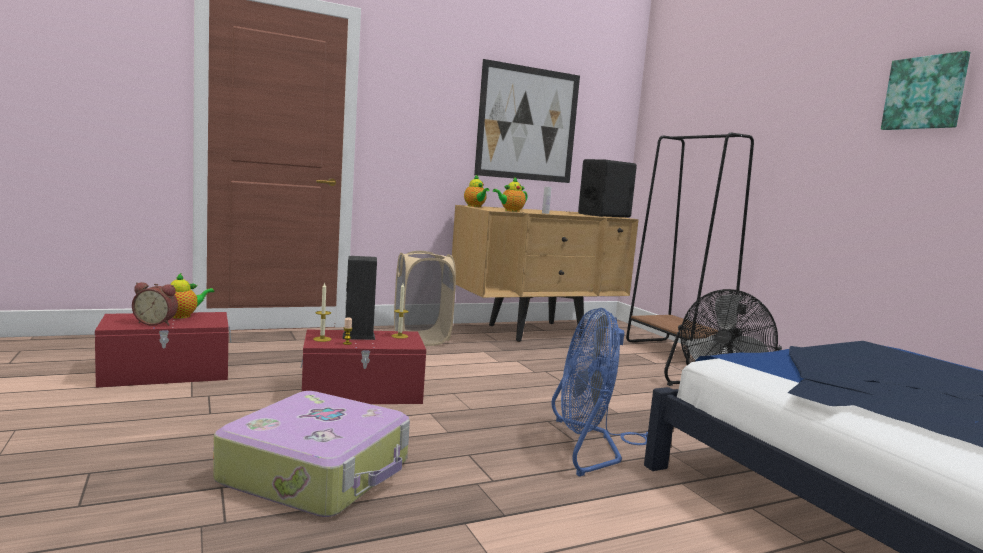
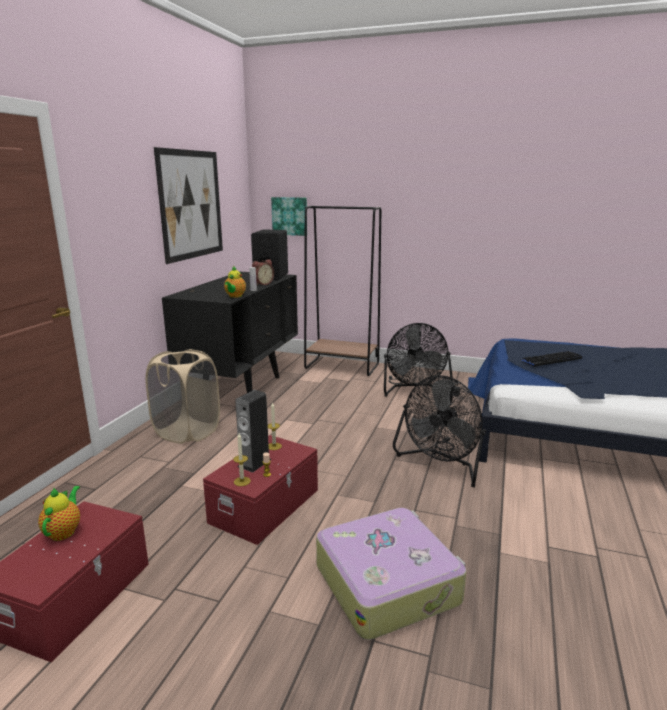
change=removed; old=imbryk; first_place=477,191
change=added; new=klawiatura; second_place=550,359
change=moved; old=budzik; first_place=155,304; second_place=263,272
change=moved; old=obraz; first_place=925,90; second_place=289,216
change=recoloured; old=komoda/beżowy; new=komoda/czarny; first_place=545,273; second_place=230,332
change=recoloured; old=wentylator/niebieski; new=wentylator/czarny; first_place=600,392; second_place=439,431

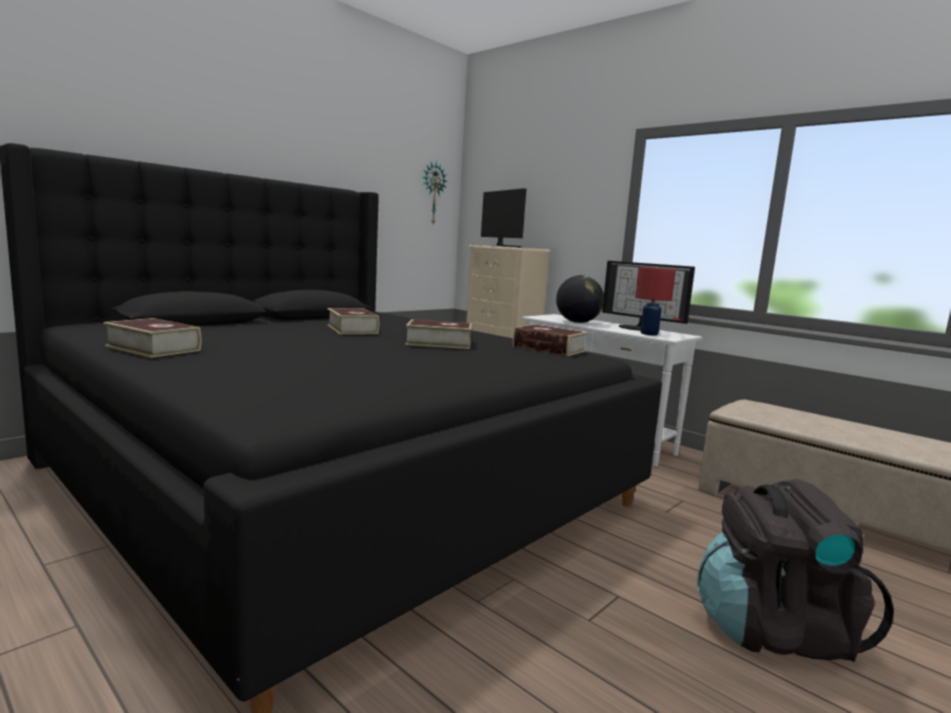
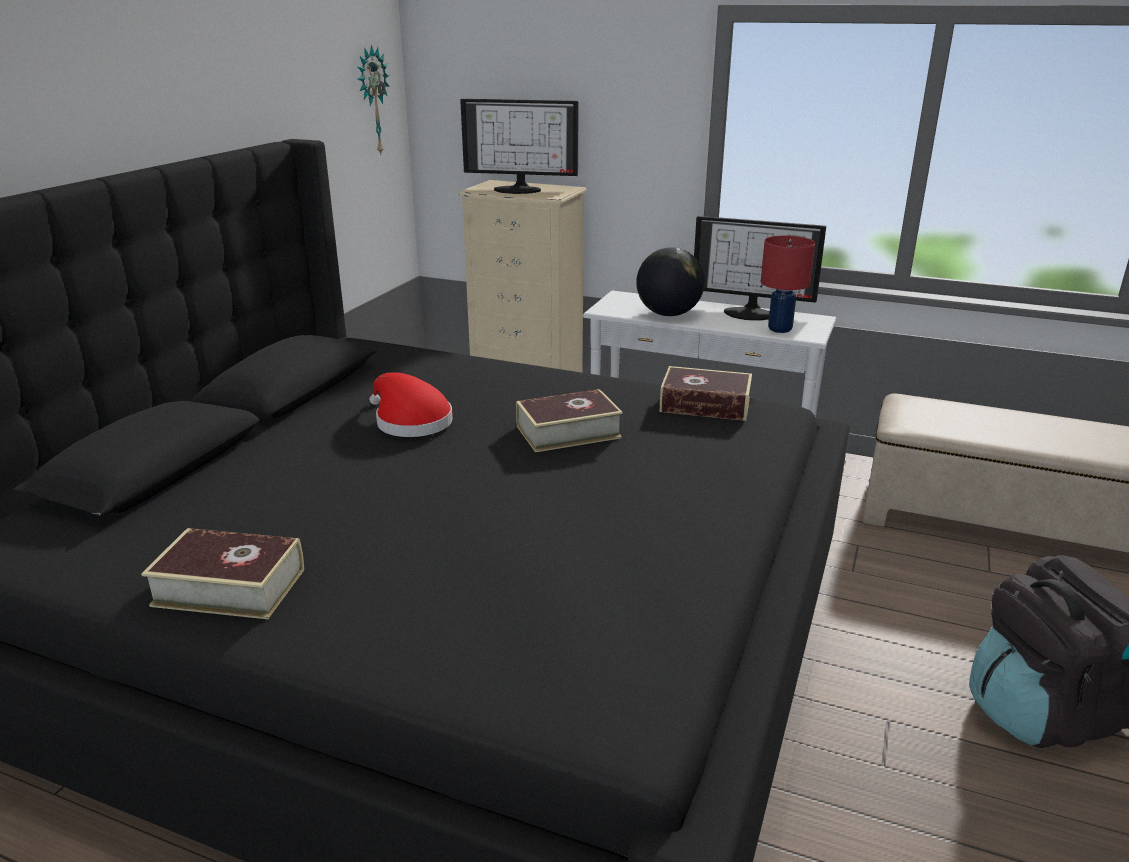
change=replaced; old=książka; new=kapelusz/czerwony; first_place=353,321; second_place=411,404
change=turned; old=monitor; first_place=503,217; second_place=519,146; degrees=150

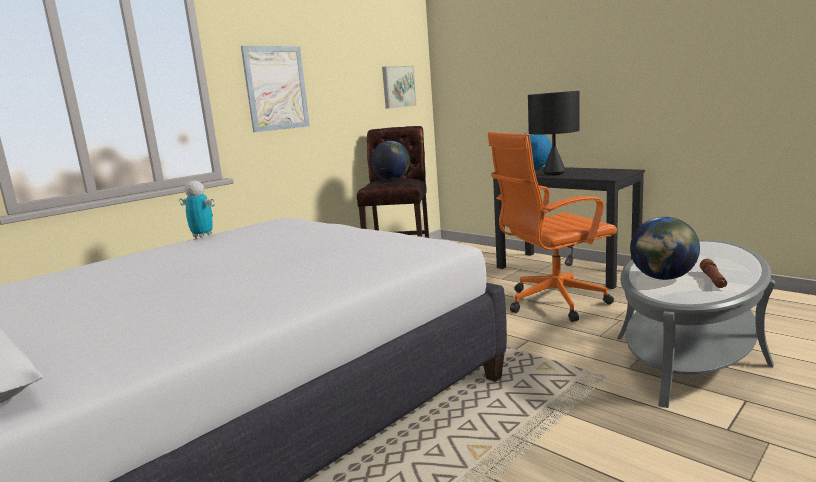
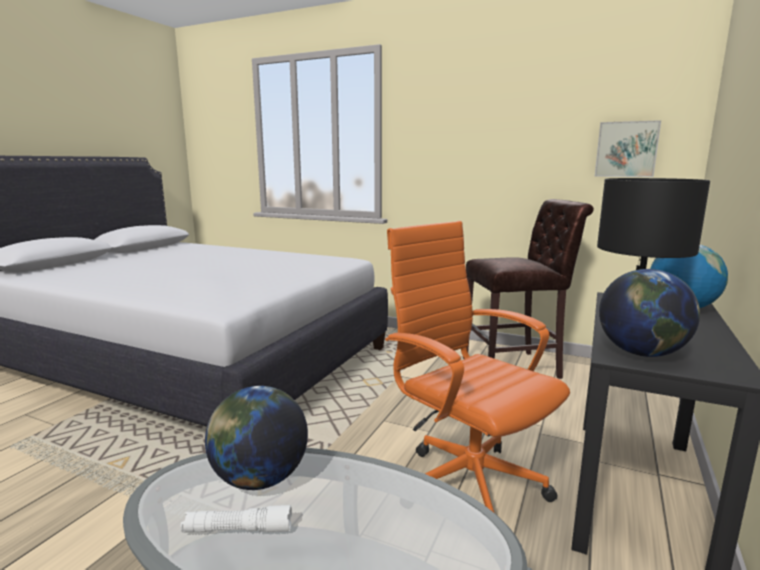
change=removed; old=robot zabawkowy; first_place=196,209
change=removed; old=obraz; first_place=275,89
change=moved; old=globus; first_place=390,160; second_place=649,313
change=recoloured; old=latarka/brązowy; new=latarka/biały; first_place=713,273; second_place=236,518

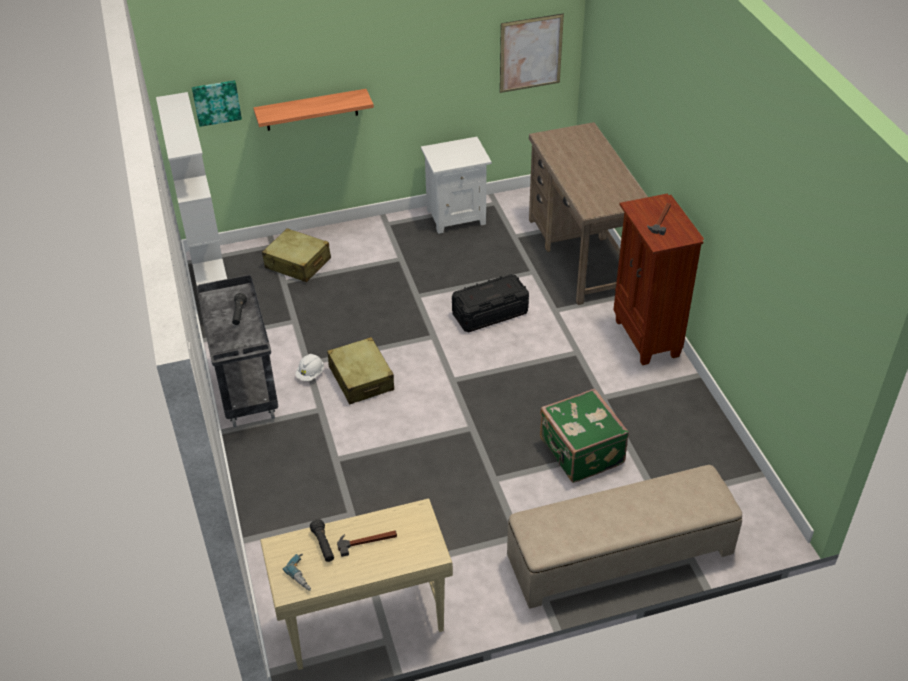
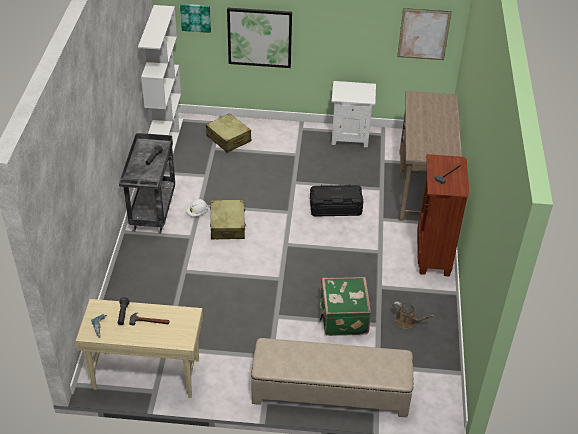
change=added; new=konewka/brązowy; second_place=413,315
change=replaced; old=półka; new=obraz; first_place=313,110; second_place=259,38

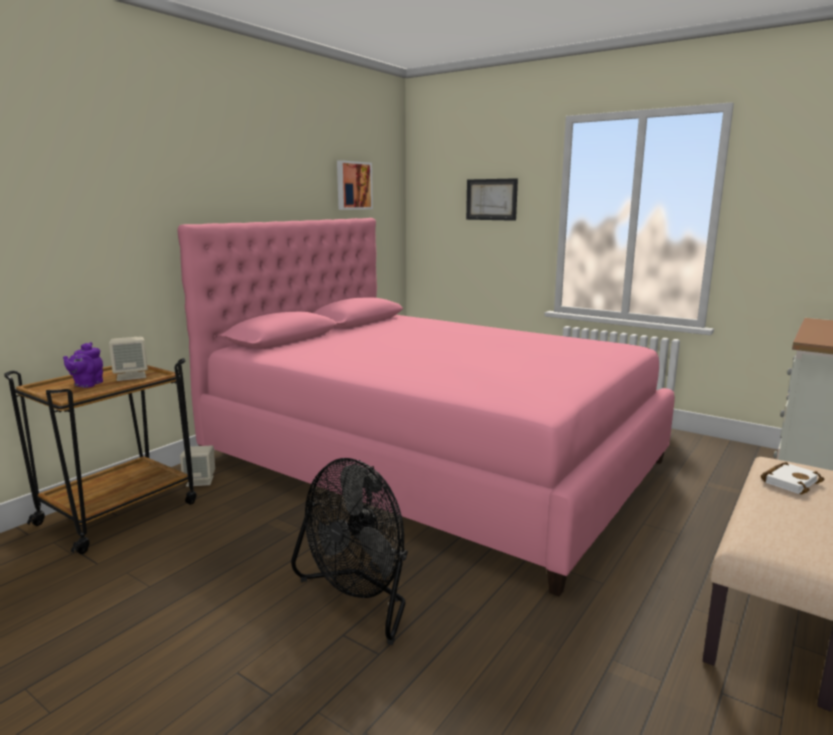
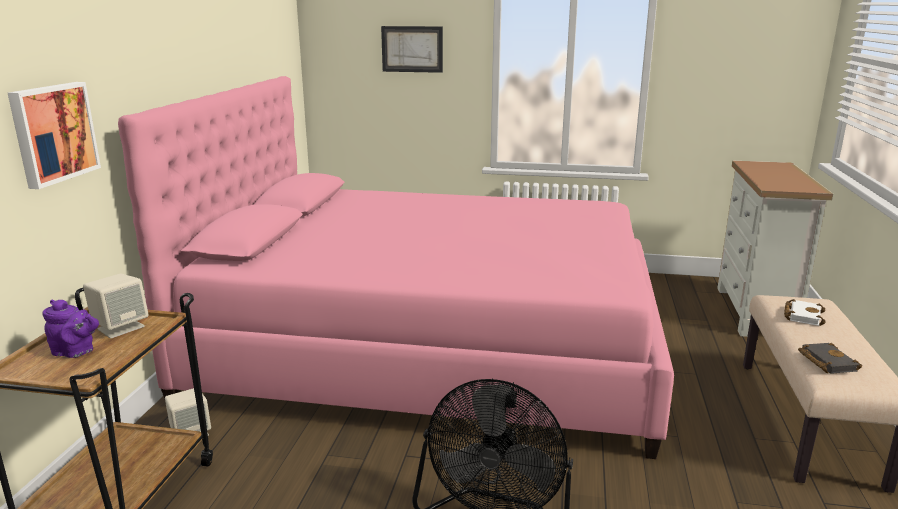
change=added; new=książka/czarny; second_place=830,358
change=moved; old=obraz; first_place=355,185; second_place=54,135
change=turned; old=imbryk/fioletowy; first_place=83,365; second_place=71,328; degrees=-60

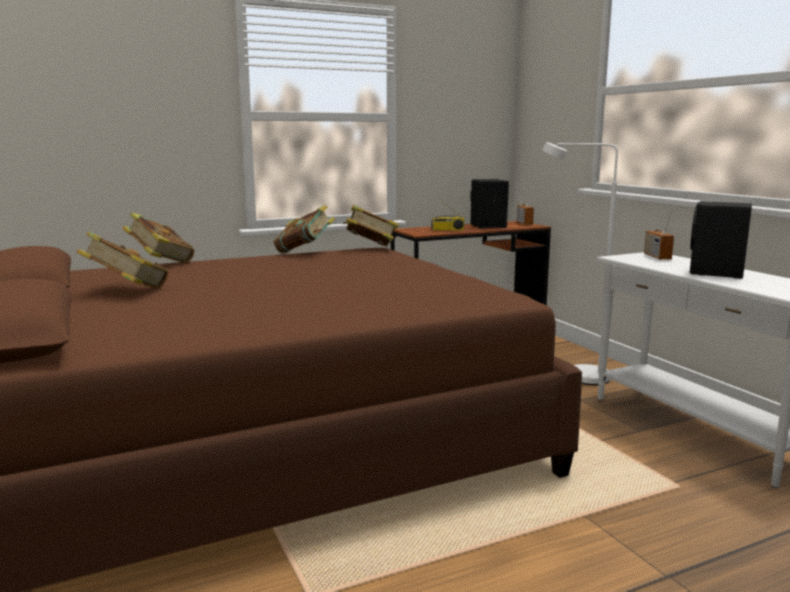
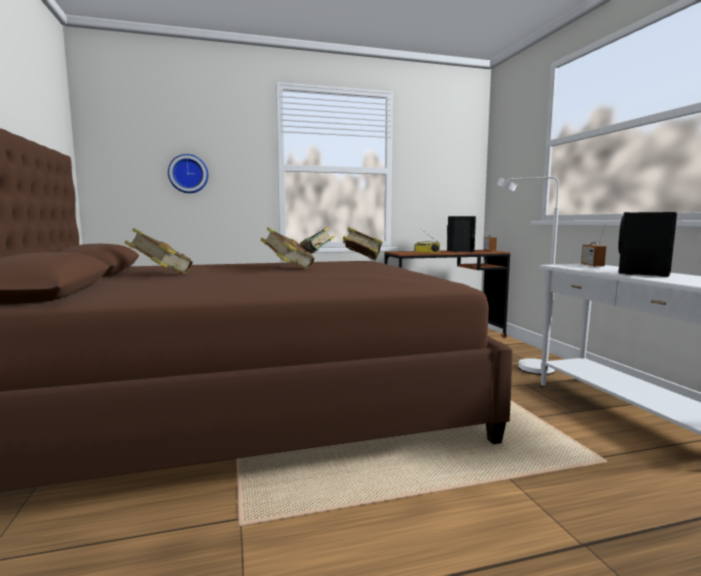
change=added; new=zegar ścienny; second_place=188,173
change=moved; old=książka; first_place=158,237; second_place=288,248

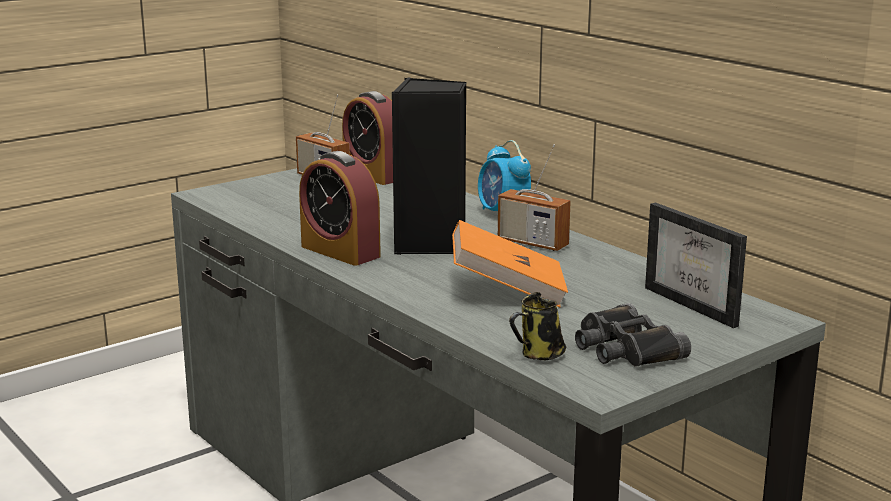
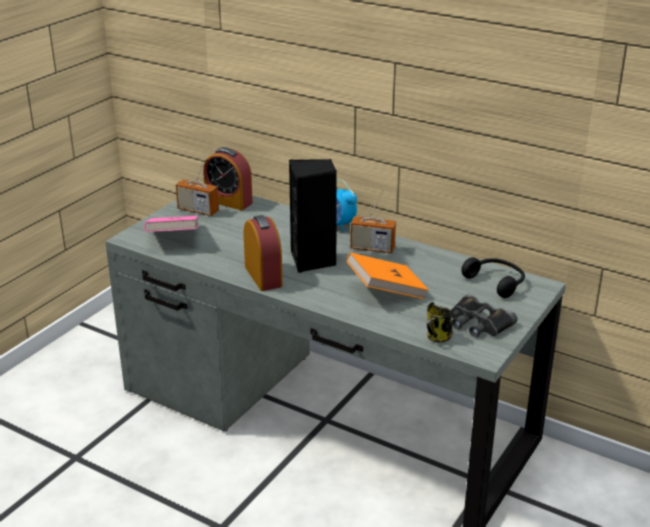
change=added; new=książka/różowy; second_place=171,224
change=replaced; old=ramka na zdjęcie; new=słuchawki/czarny; first_place=696,265; second_place=493,277
change=turned; old=budzik; first_place=340,208; second_place=263,253; degrees=-135

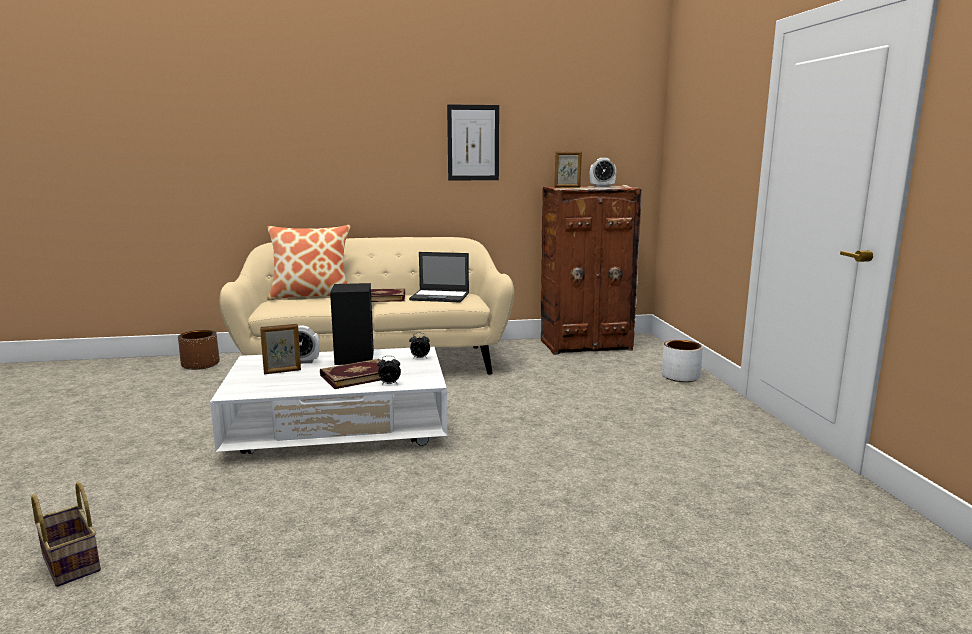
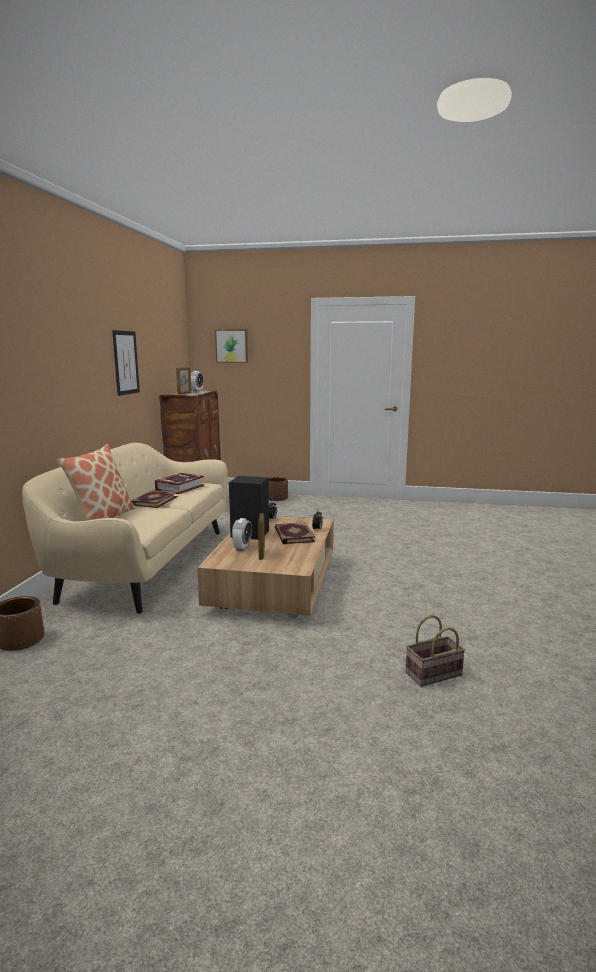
change=added; new=obraz; second_place=231,346
change=replaced; old=laptop; new=książka; first_place=439,277; second_place=179,483
change=recoloured; old=ława/biały; new=ława/brązowy; first_place=329,400; second_place=265,567
change=recoloured; old=donica/biały; new=donica/brązowy; first_place=682,361; second_place=278,489

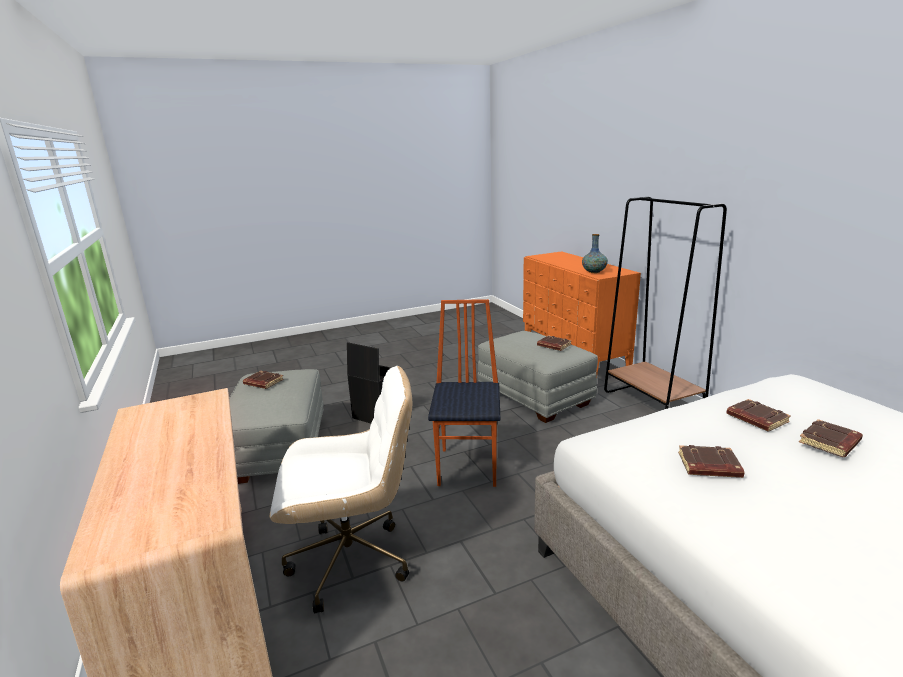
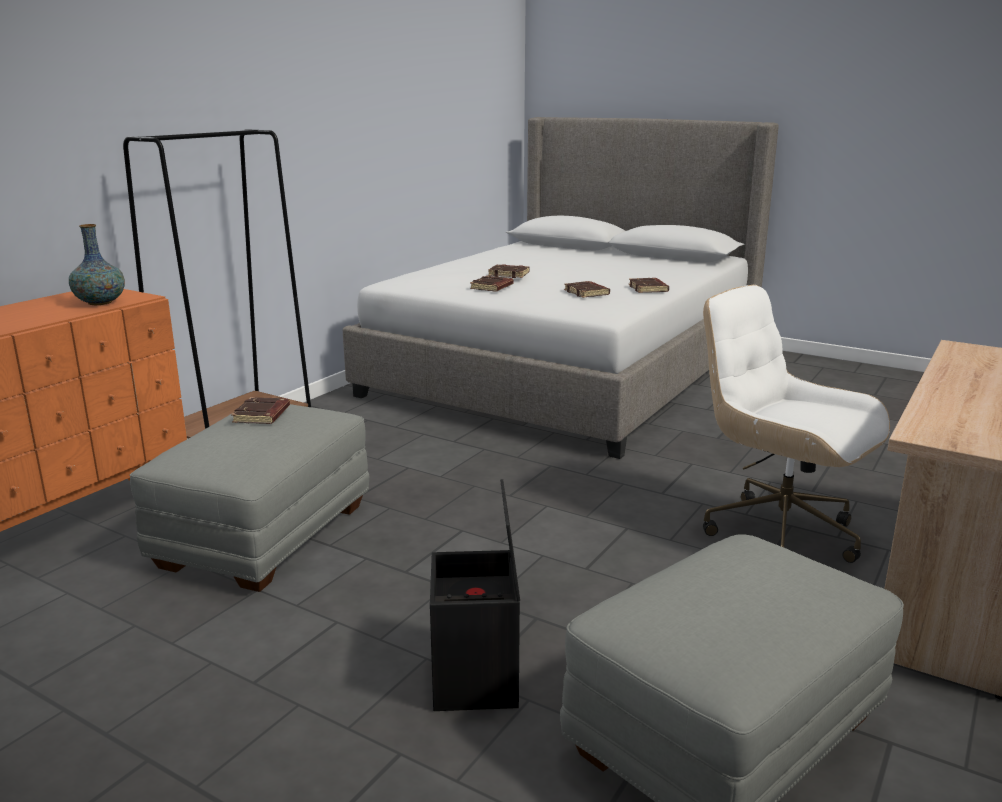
change=removed; old=krzesło; first_place=464,393
change=moved; old=książka/brązowy; first_place=263,380; second_place=649,285

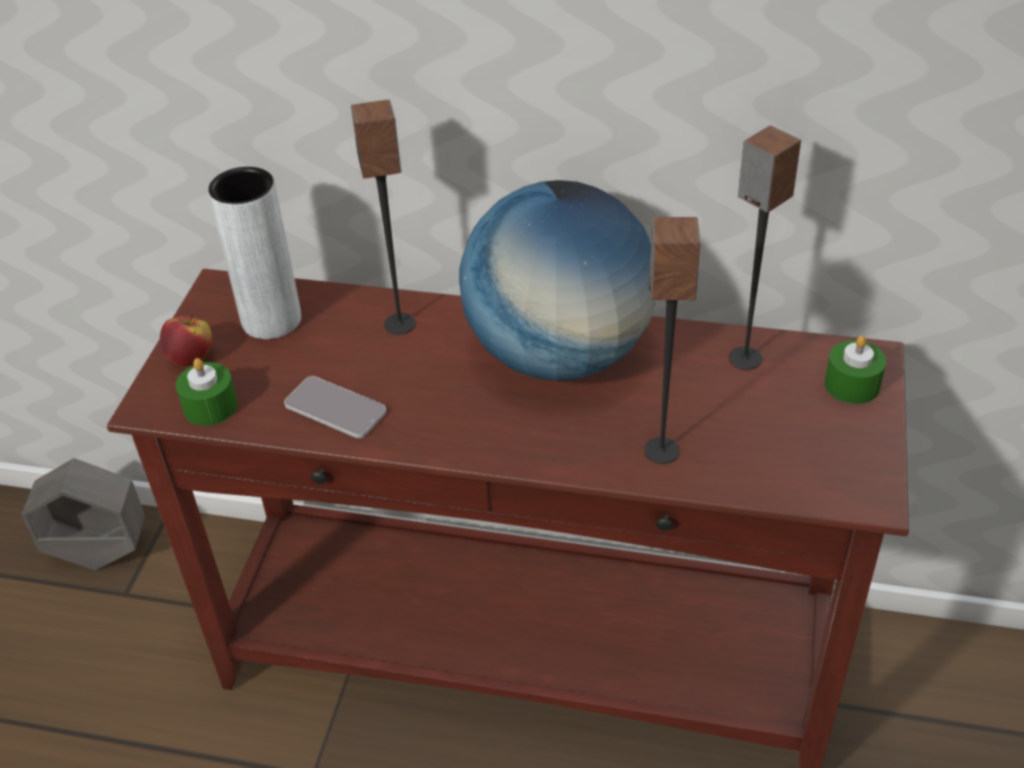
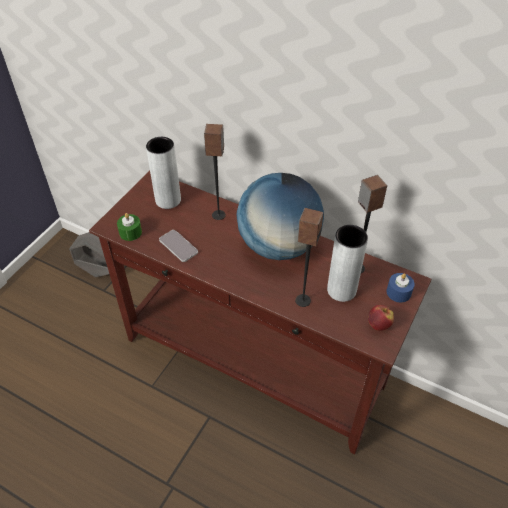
change=added; new=wazon/szary; second_place=347,263
change=moved; old=jabłko; first_place=186,340; second_place=381,318
change=recoloured; old=świeca/zielony; new=świeca/niebieski; first_place=855,369; second_place=401,287

